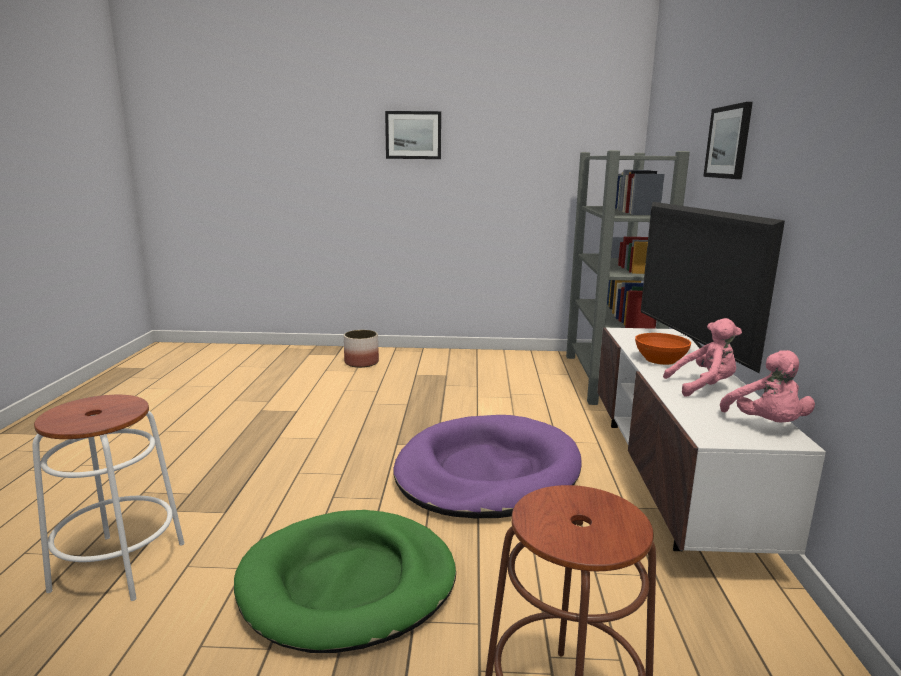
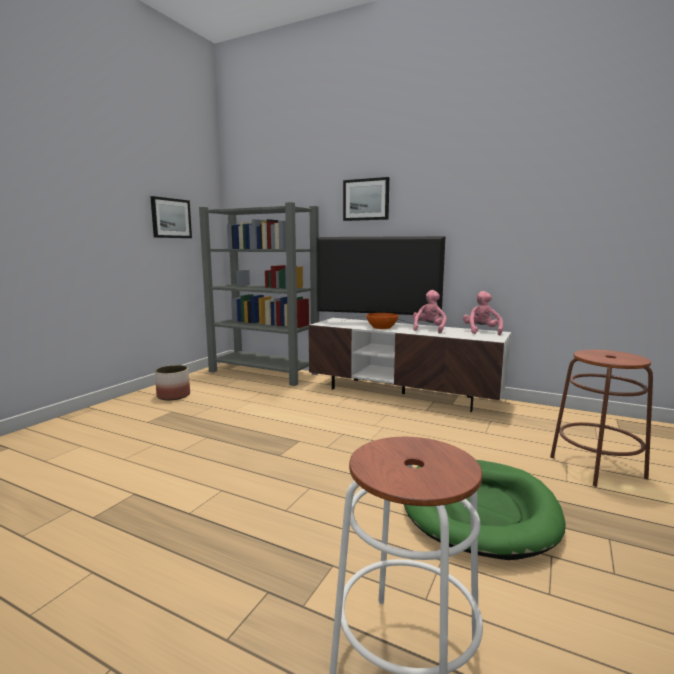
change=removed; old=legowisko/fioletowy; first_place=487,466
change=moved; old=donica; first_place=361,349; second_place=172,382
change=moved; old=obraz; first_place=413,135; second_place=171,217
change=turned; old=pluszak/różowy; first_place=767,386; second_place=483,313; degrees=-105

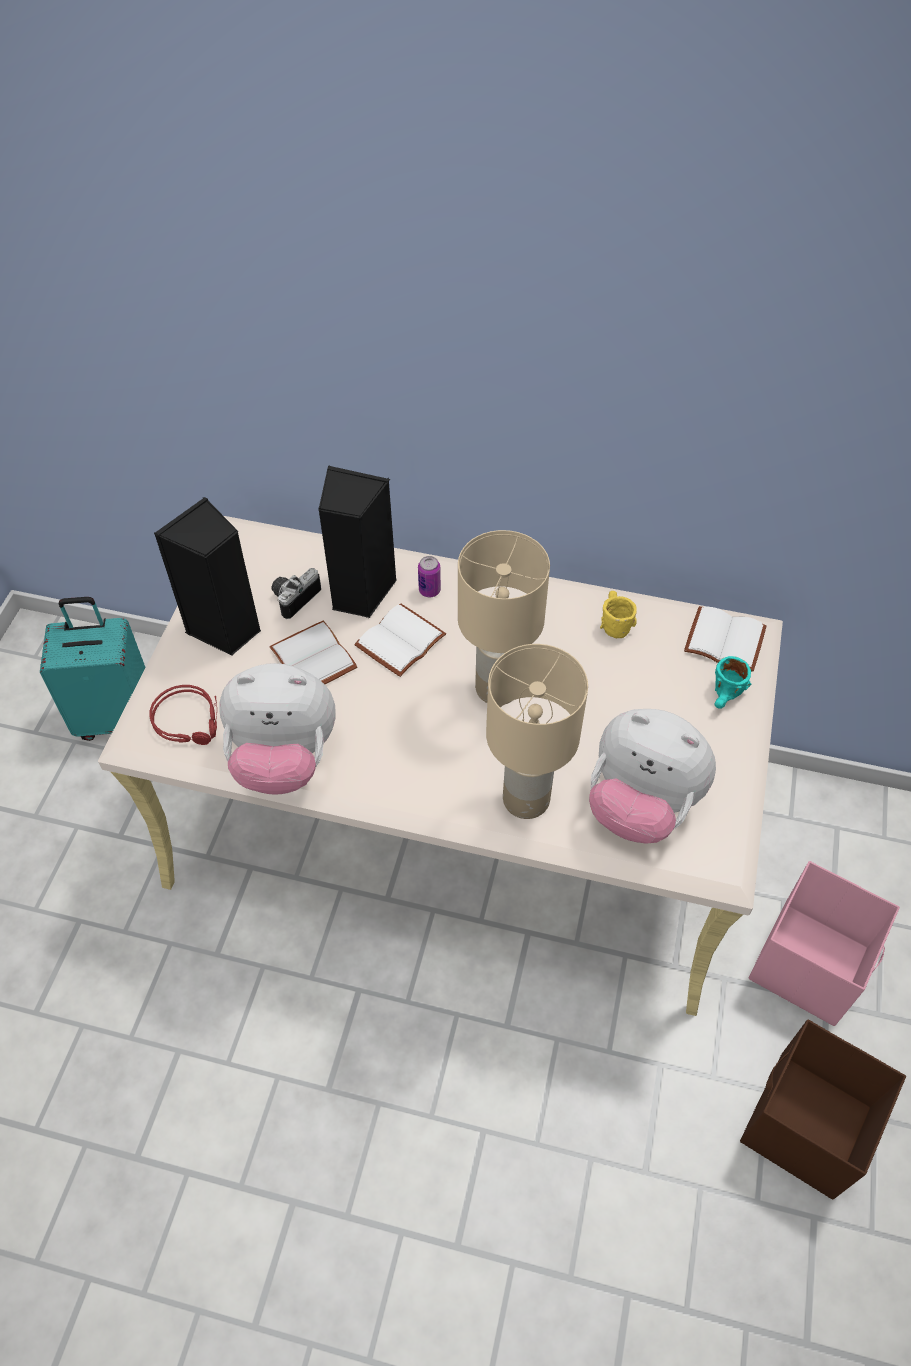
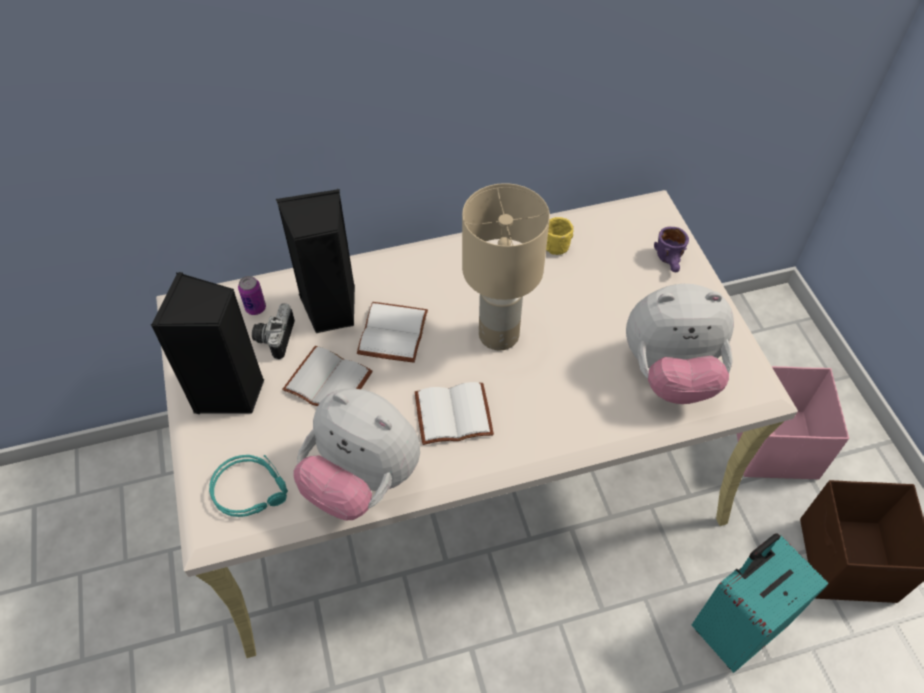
change=removed; old=lampa stołowa/beżowy; first_place=537,731
change=moved; old=walizka/turkusowy; first_place=93,669; second_place=760,603
change=moved; old=puszka; first_place=429,576; second_place=252,295
change=moved; old=książka/biały; first_place=725,639; second_place=454,413
change=recoloured; old=słuchawki/czerwony; new=słuchawki/turkusowy; first_place=183,715; second_place=248,486
change=recoloured; old=kubek/turkusowy; new=kubek/fioletowy; first_place=733,682; second_place=671,249
change=turned; old=pluszak; first_place=277,729; second_place=356,454; degrees=60

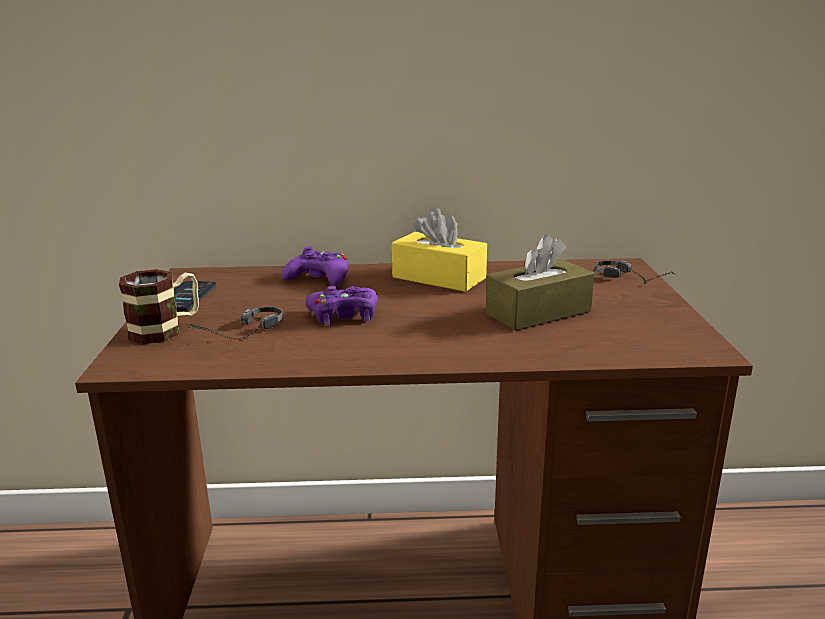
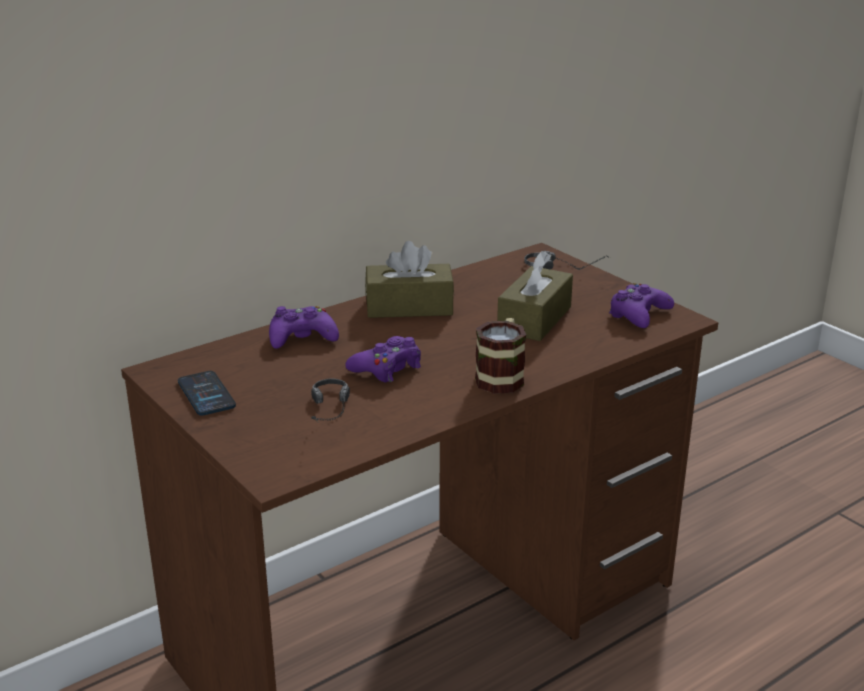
change=added; new=pad do gier/fioletowy; second_place=641,305
change=moved; old=kubek; first_place=159,306; second_place=500,356
change=recoloured; old=pudełko chusteczek/żółty; new=pudełko chusteczek/brązowy; first_place=439,250; second_place=409,279

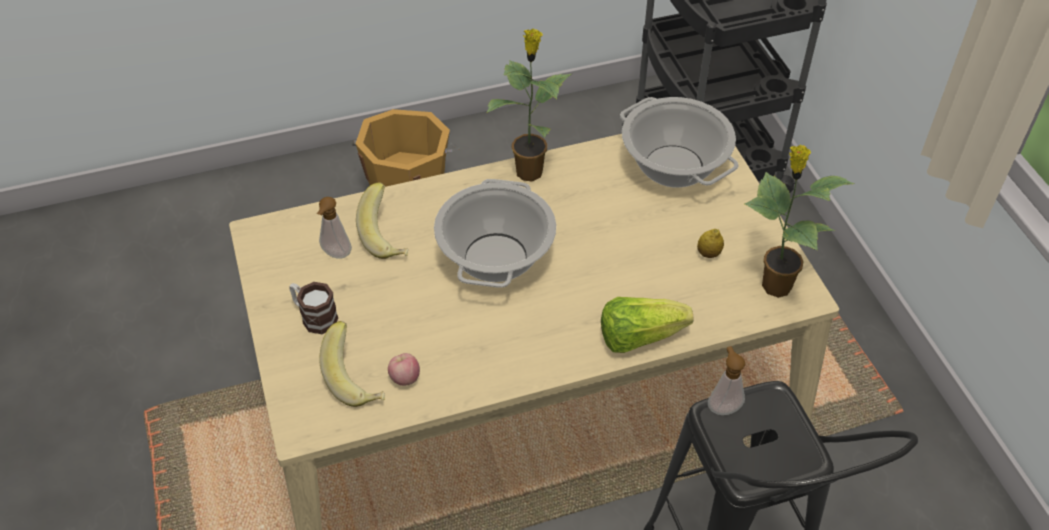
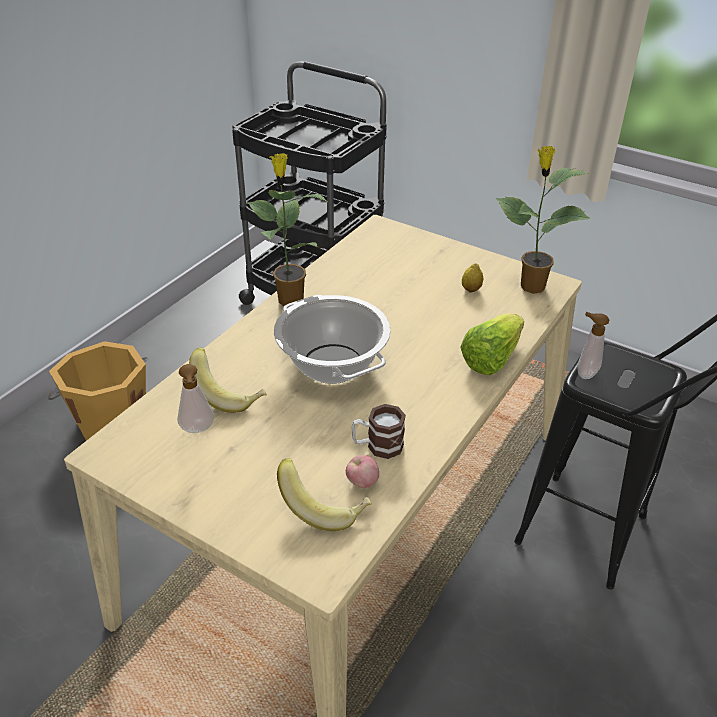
change=removed; old=garnek; first_place=679,142
change=moved; old=kubek; first_place=313,308; second_place=379,431

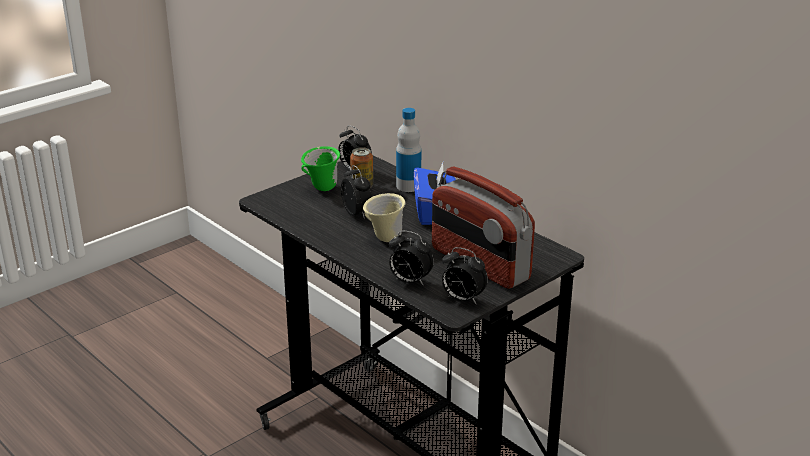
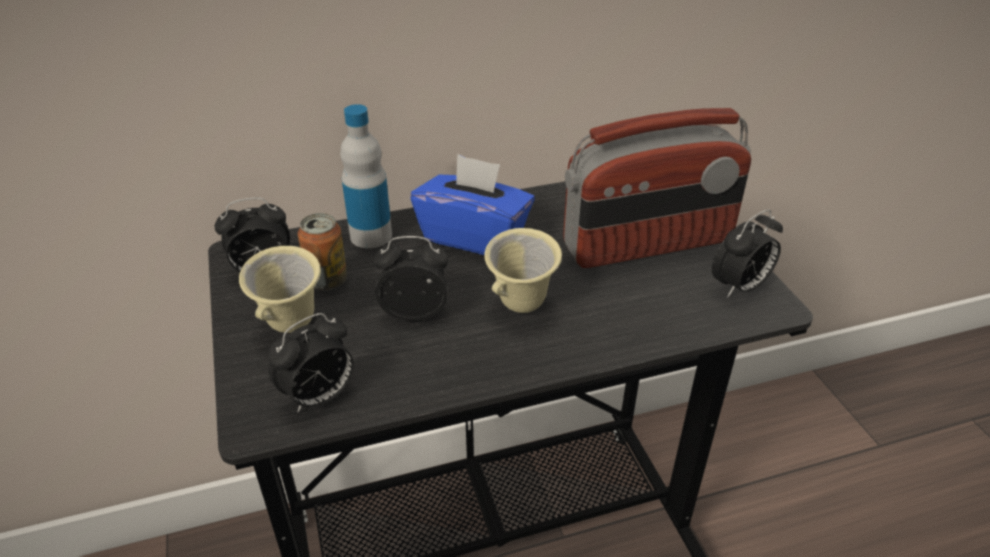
change=moved; old=budzik; first_place=411,258; second_place=311,363
change=recoloured; old=kubek/zielony; new=kubek/beżowy; first_place=320,168; second_place=280,289

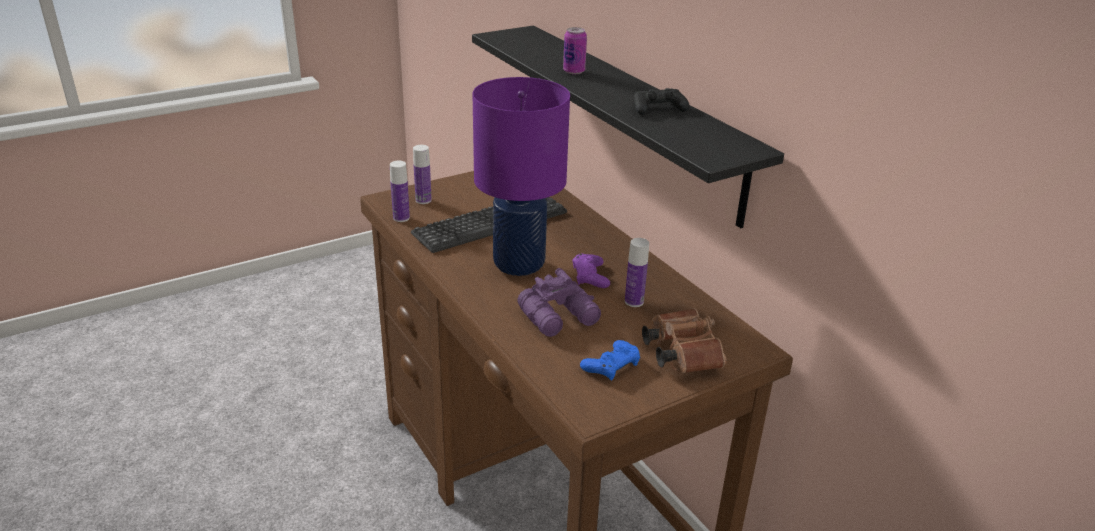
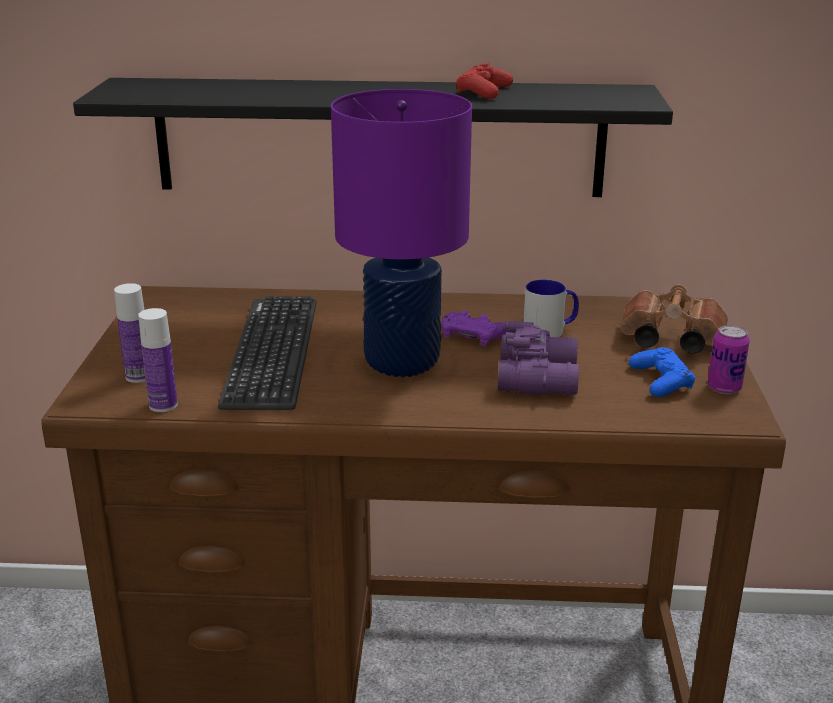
change=moved; old=puszka; first_place=575,50; second_place=729,359
change=replaced; old=butelka; new=kubek; first_place=637,272; second_place=551,308
change=recoloured; old=pad do gier/czarny; new=pad do gier/czerwony; first_place=662,101; second_place=484,81

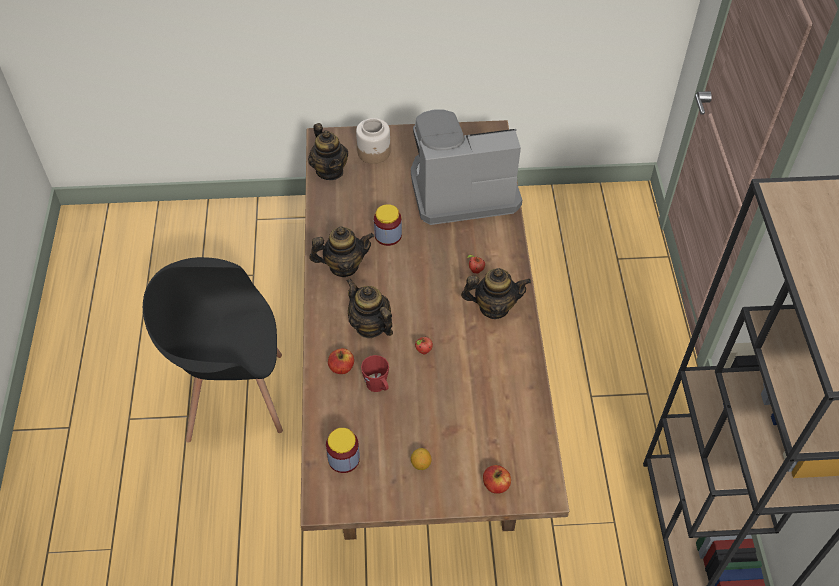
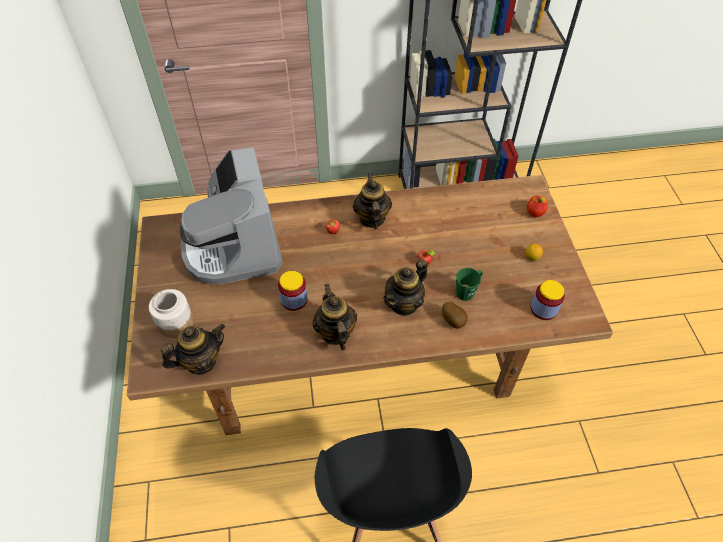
change=replaced; old=jabłko; new=ziemniak; first_place=341,361; second_place=455,315
change=recoloured; old=kubek/czerwony; new=kubek/zielony; first_place=375,373; second_place=469,284

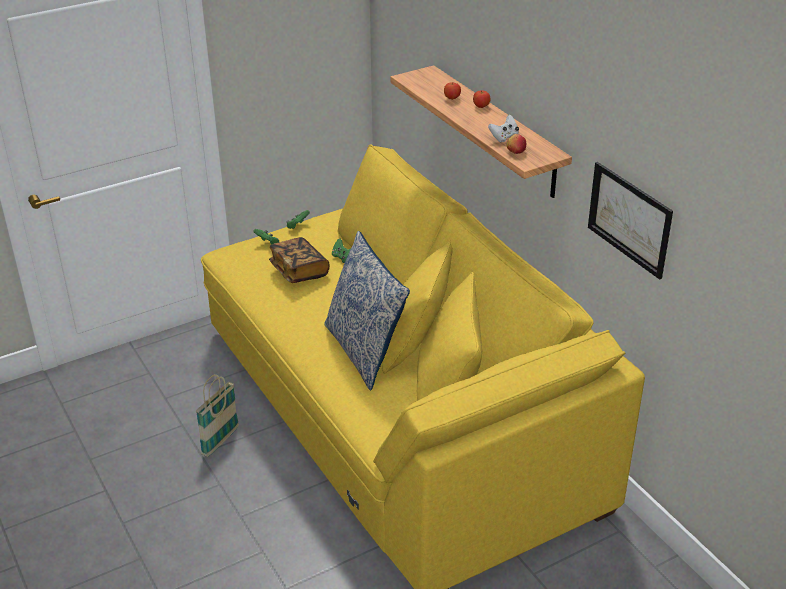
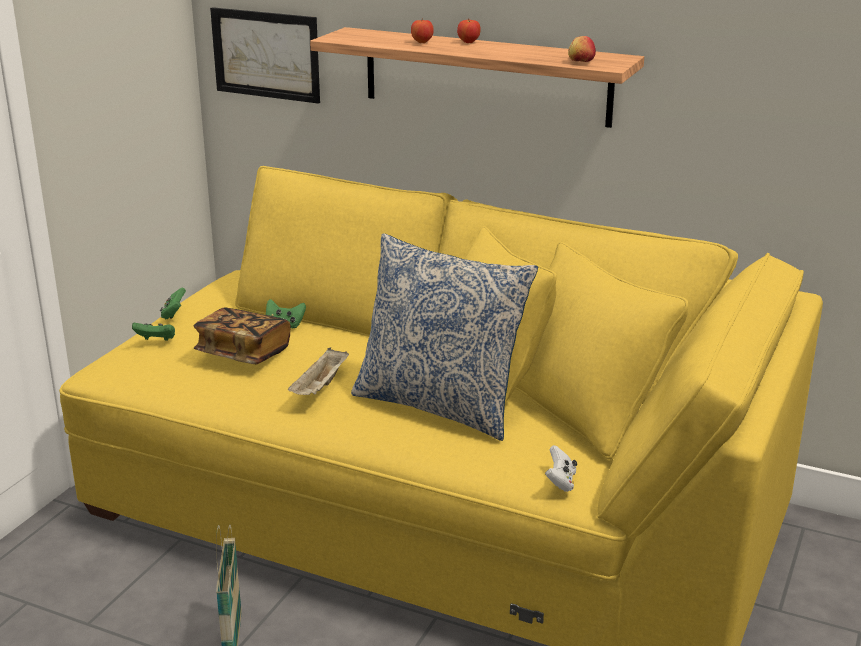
change=added; new=taca/beżowy; second_place=318,371
change=moved; old=pad do gier/biały; first_place=503,128; second_place=561,468
change=moved; old=obraz; first_place=630,221; second_place=265,55

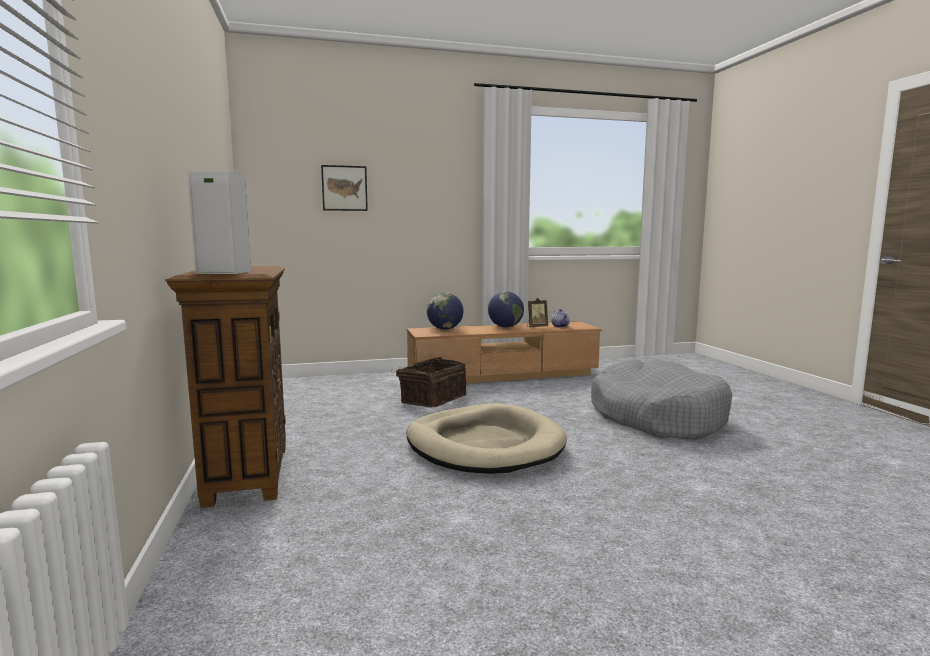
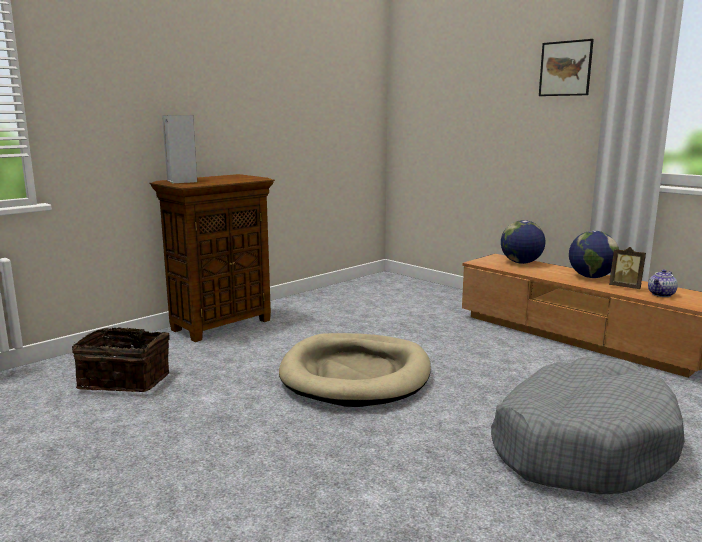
change=moved; old=obraz; first_place=344,188; second_place=566,67
change=moved; old=koszyk; first_place=429,382; second_place=120,359

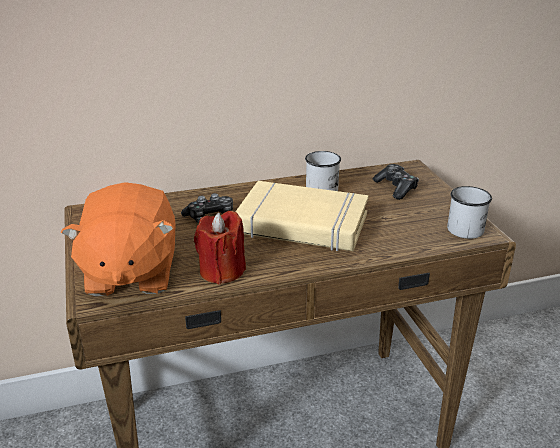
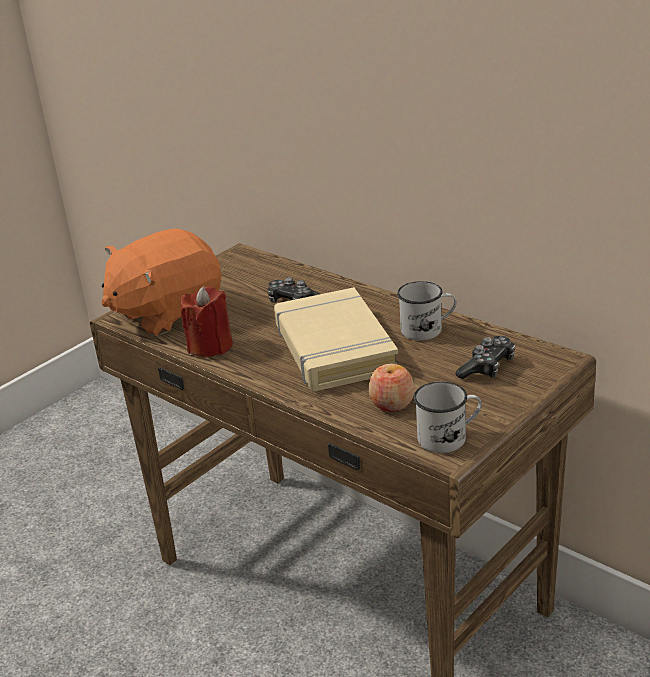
change=added; new=jabłko; second_place=391,388

